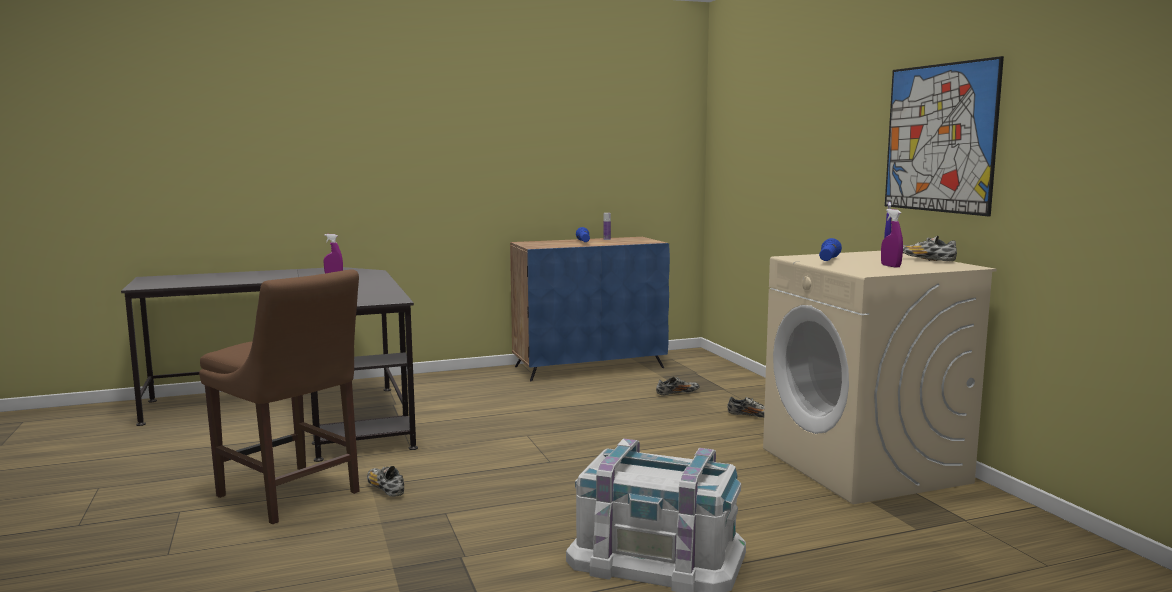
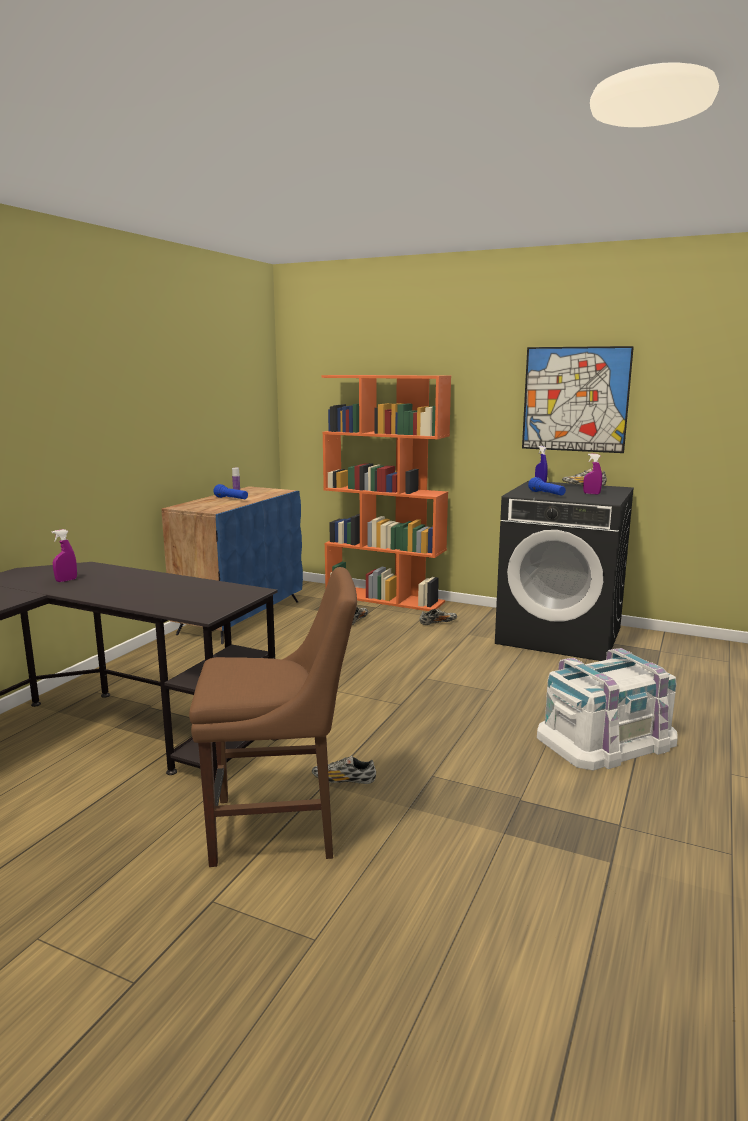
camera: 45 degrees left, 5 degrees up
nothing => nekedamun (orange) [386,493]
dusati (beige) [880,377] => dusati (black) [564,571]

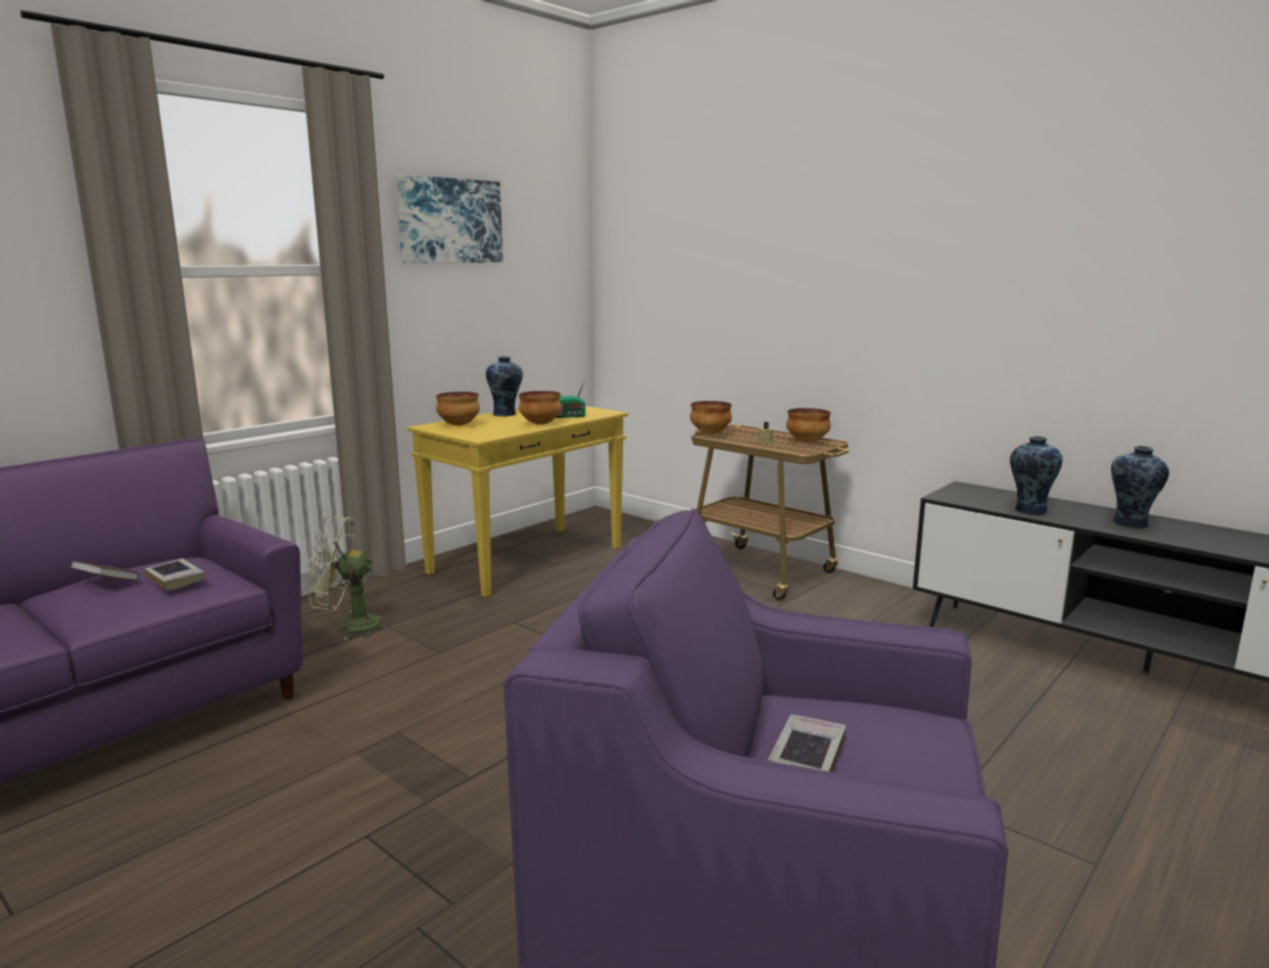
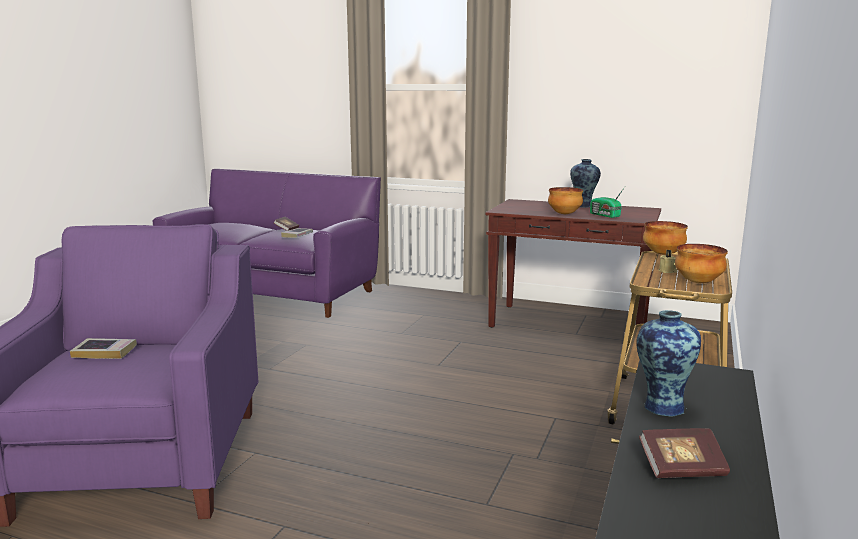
camera: 70 degrees right, 0 degrees up
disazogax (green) [349,578] => nothing
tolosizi [449,218] => nothing
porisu [458,409] => nothing
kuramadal [1140,487] => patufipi [684,453]
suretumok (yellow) [517,502] => suretumok (brown) [573,263]

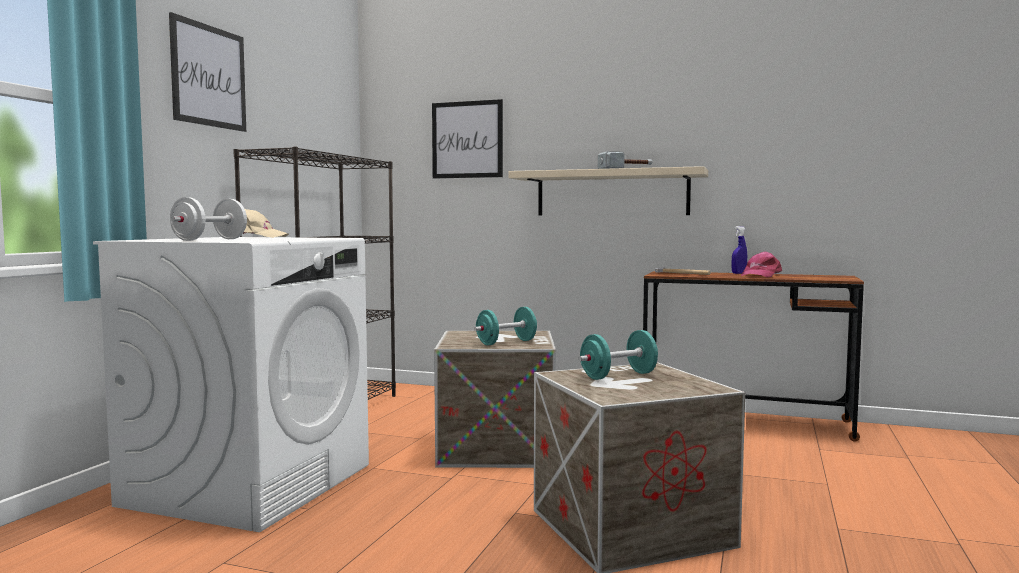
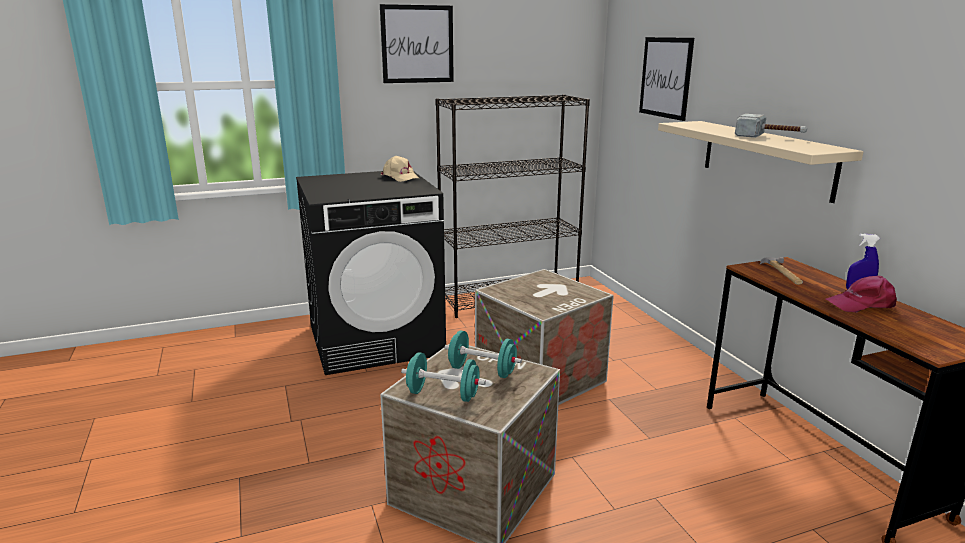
camera: 50 degrees right, 15 degrees up
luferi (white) [208,219] => nothing
luferi (turquoise) [505,326] => luferi (turquoise) [443,377], relocated
dusati (white) [231,384] => dusati (black) [371,273]

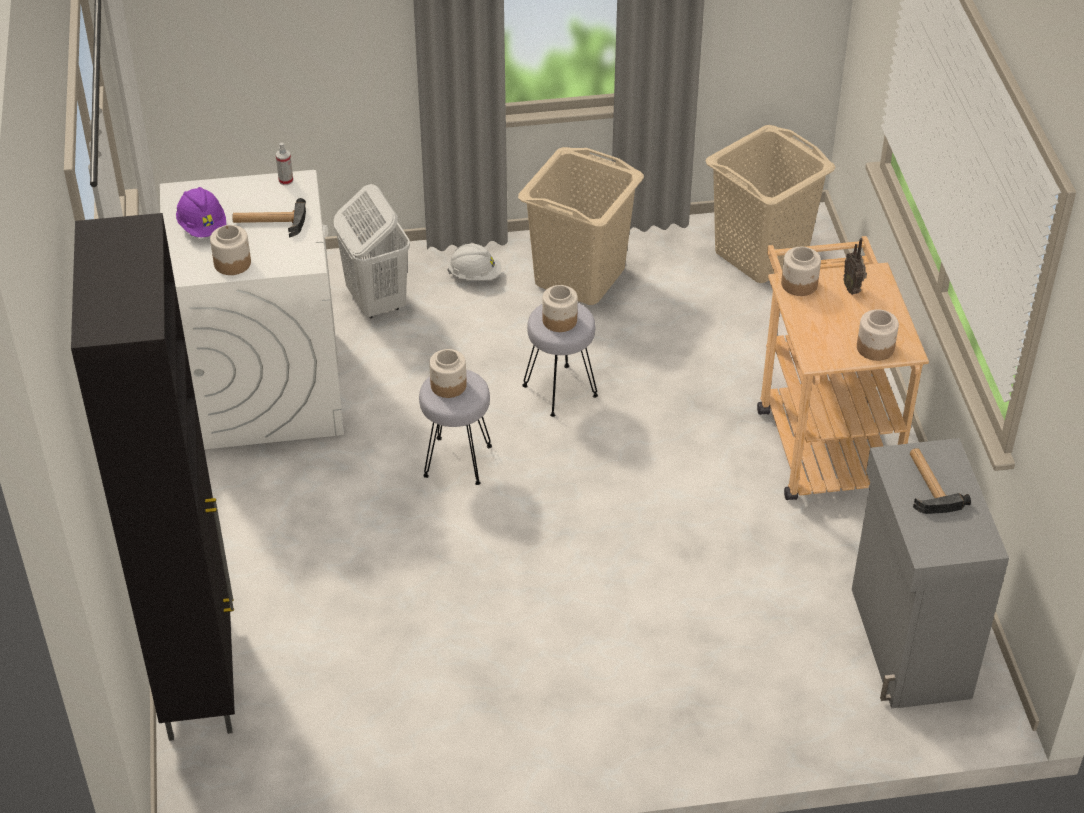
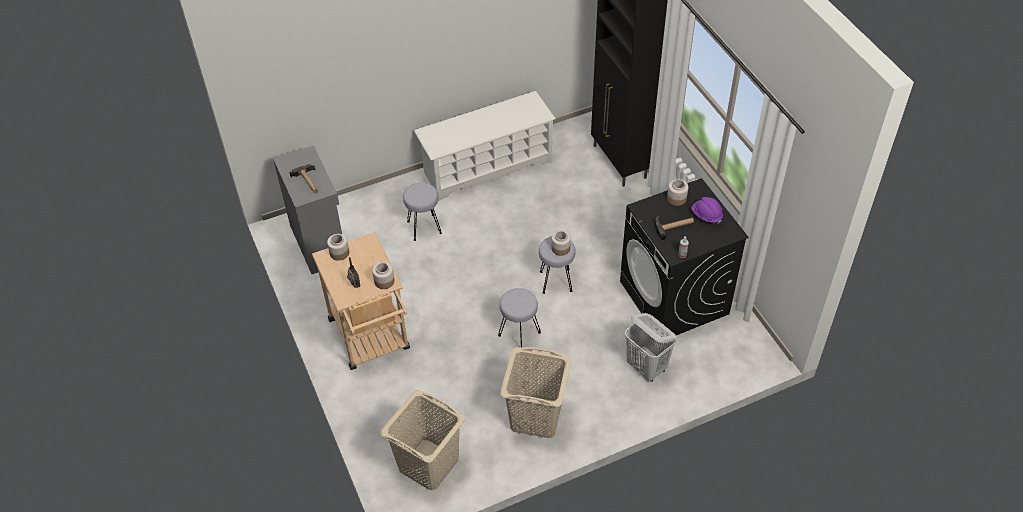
camera: 165 degrees right, 5 degrees up
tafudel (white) [474,262] => nothing
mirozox [560,308] => nothing
nothing => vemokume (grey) [422,212]
nothing => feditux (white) [485,146]
dusati (white) [252,310] => dusati (black) [684,257]

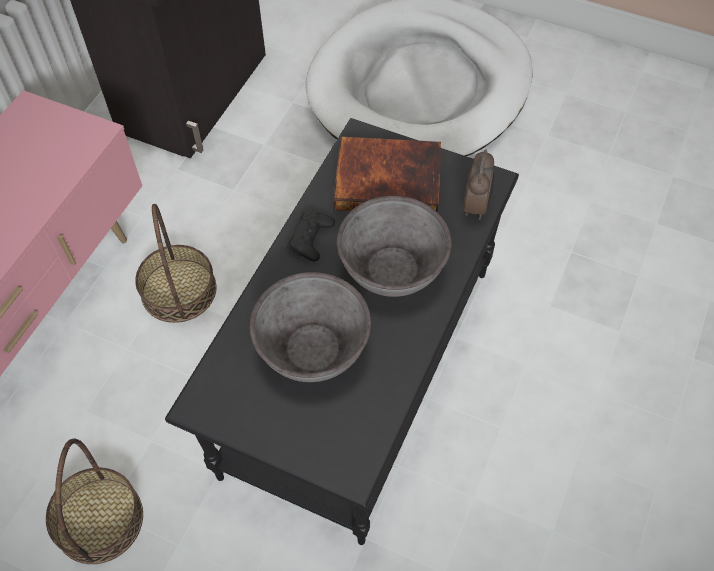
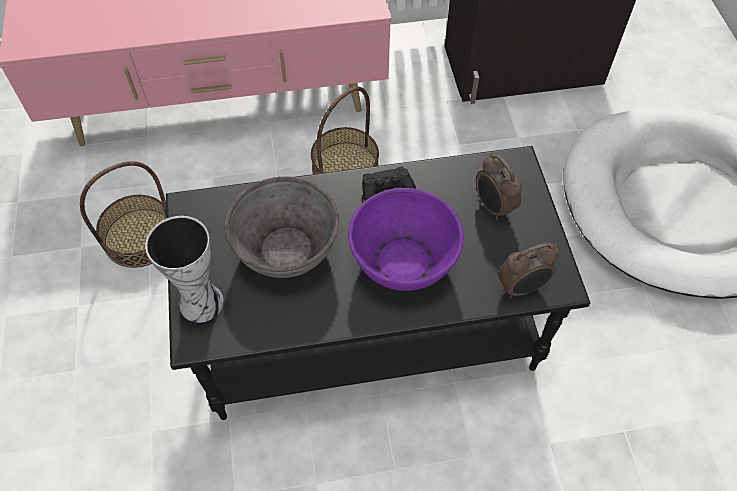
camera: 55 degrees right, 0 degrees up
nothing => kuramadal [184,269]
patufipi [387,174] => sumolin [499,186]
porisu (grey) [394,246] => porisu (purple) [406,239]

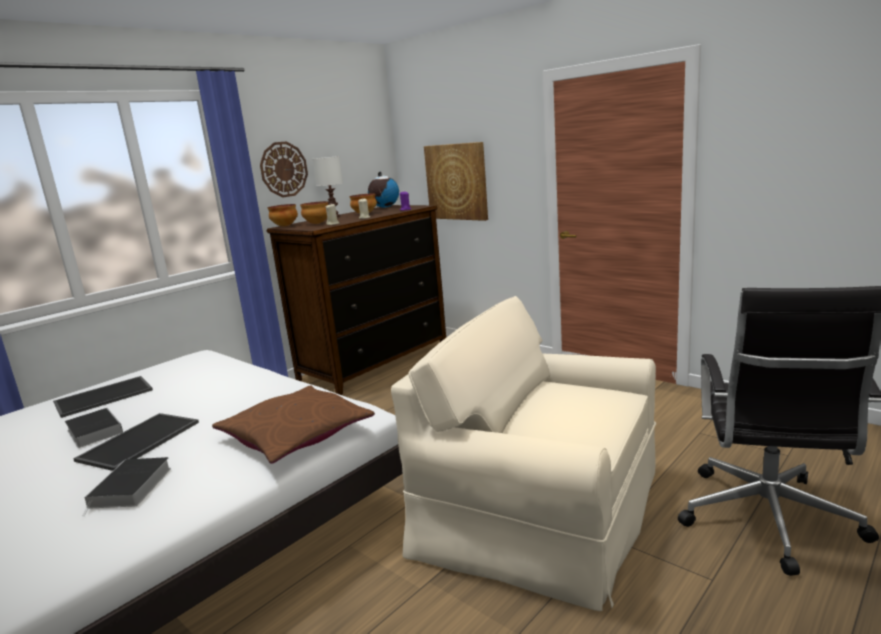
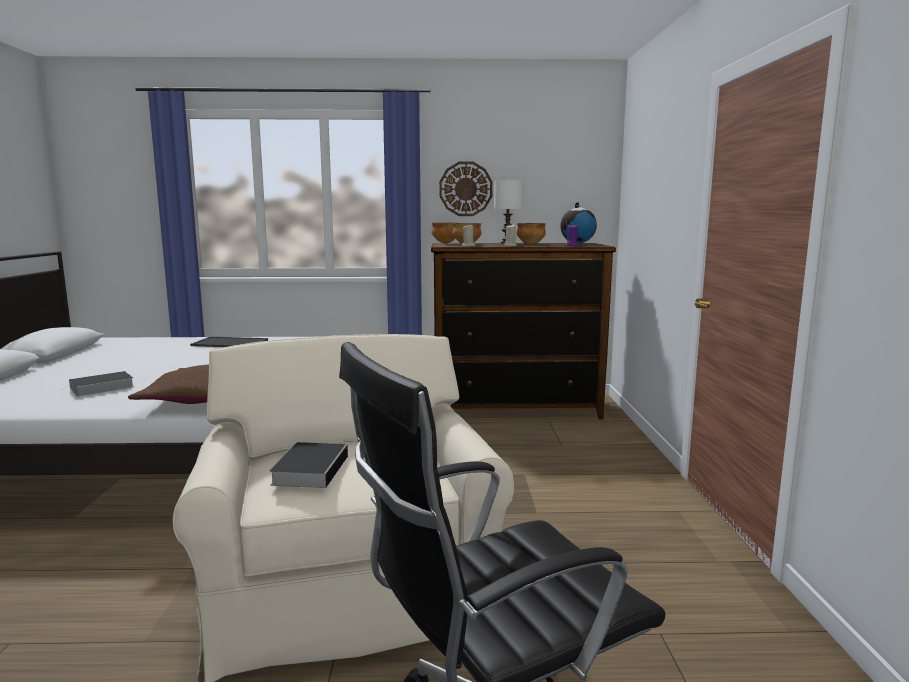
camera: 45 degrees right, 5 degrees down
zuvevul [136,442] => nothing
tolosizi [456,181] => nothing
patufipi [94,428] => patufipi [308,465], relocated

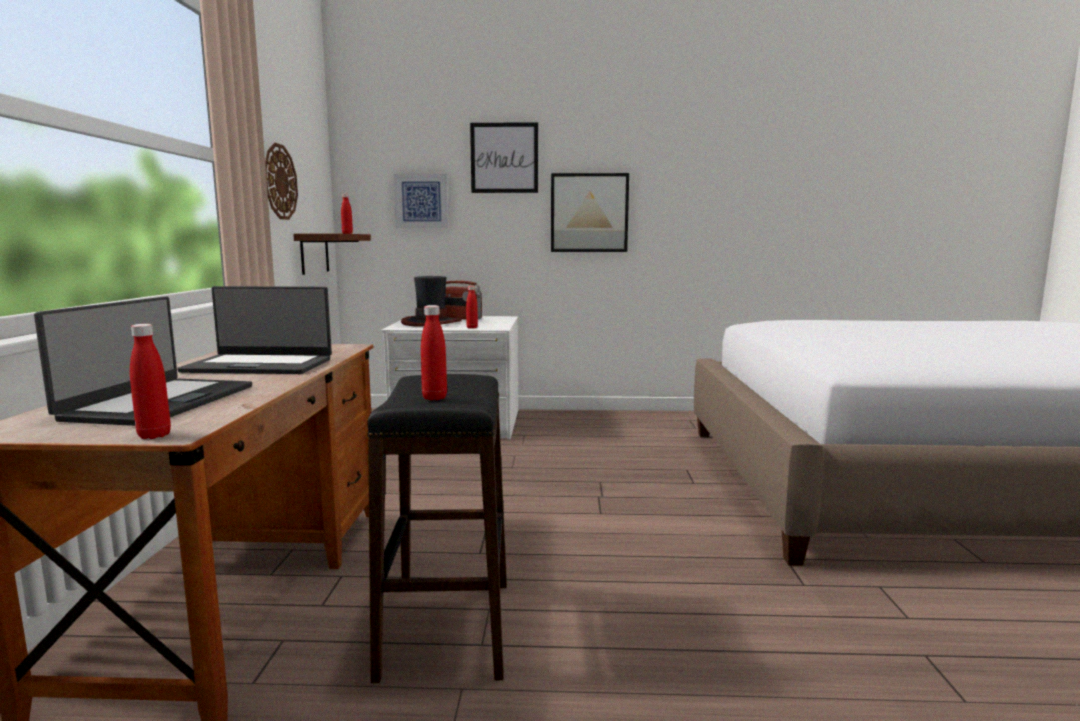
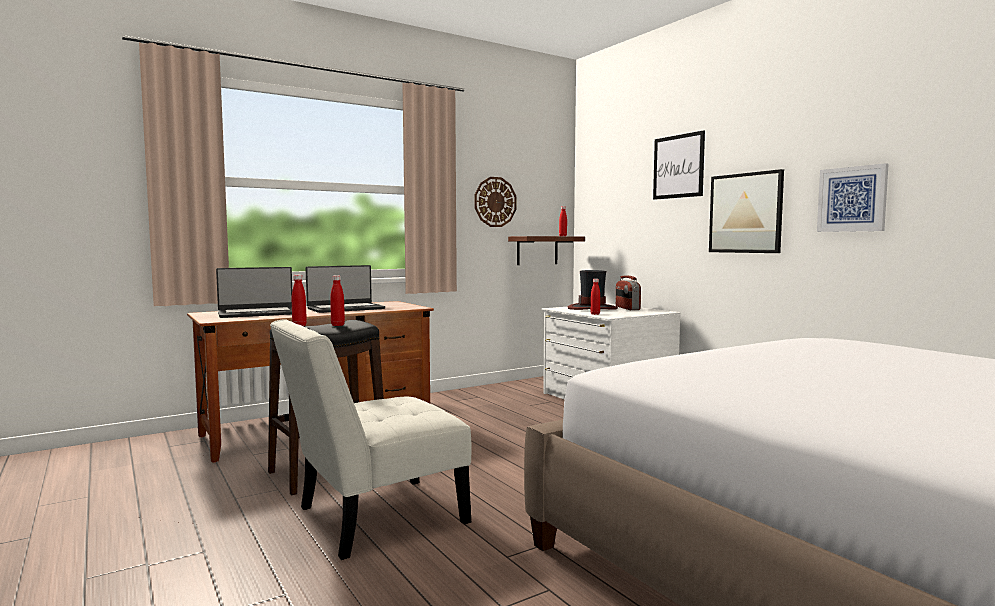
camera: 55 degrees right, 5 degrees down
nothing => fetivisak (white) [371,439]
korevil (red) [150,381] => korevil (red) [337,300], relocated
tolosizi [421,201] => tolosizi [853,197], relocated
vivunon [254,330] => vivunon [345,289], 90 degrees counterclockwise

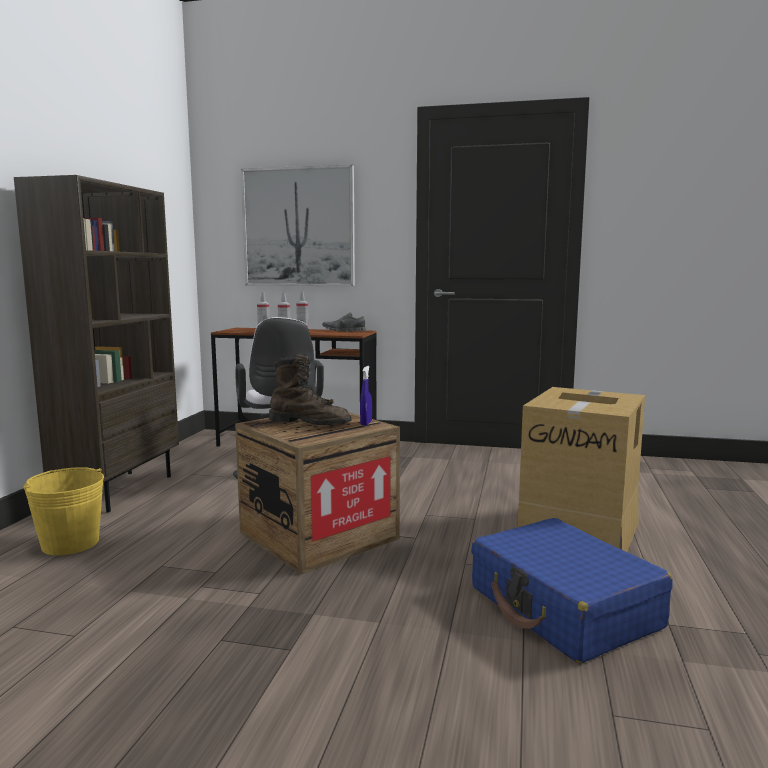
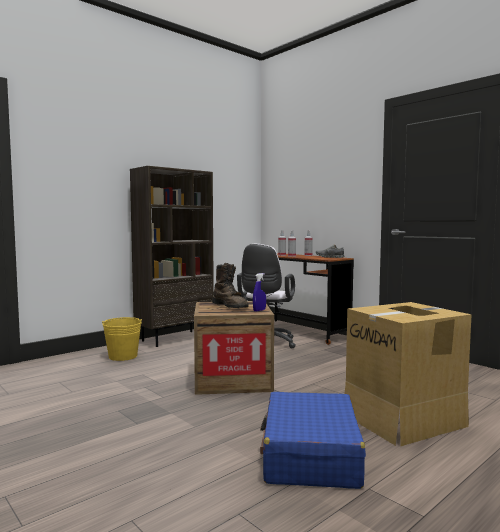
camera: 35 degrees right, 5 degrees down
tolosizi [298,225] => nothing

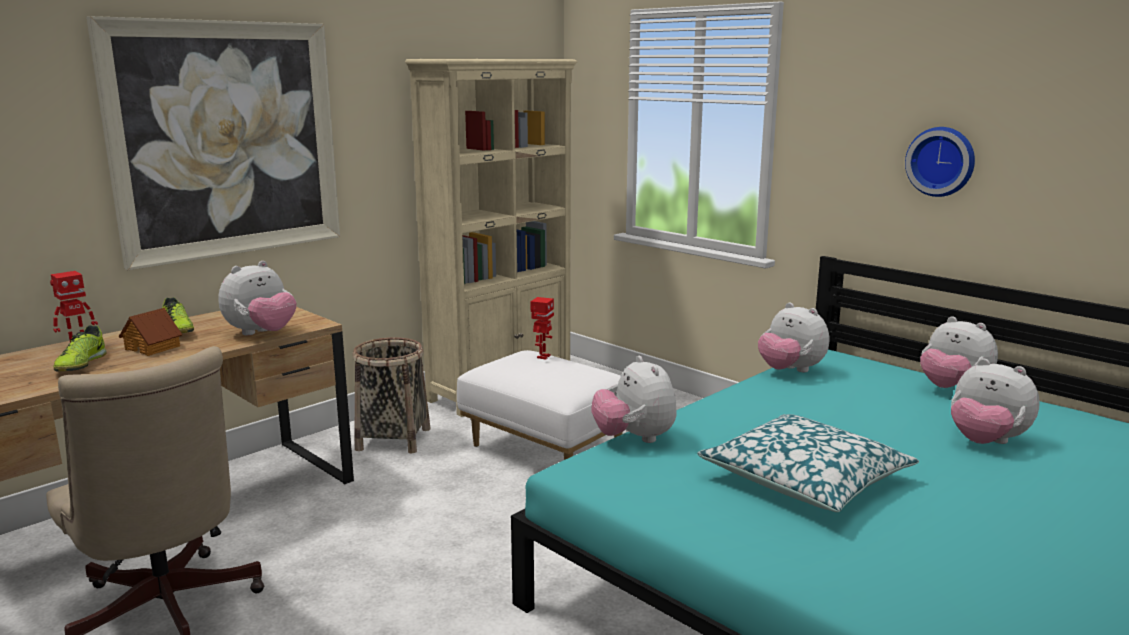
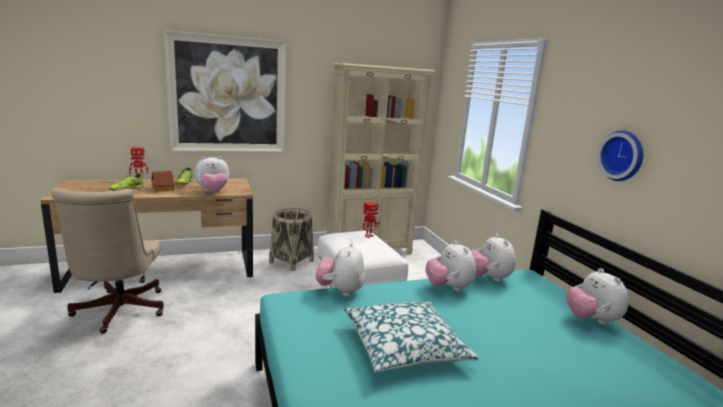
camera: 25 degrees right, 0 degrees up
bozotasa [995,401] => bozotasa [451,266], relocated

